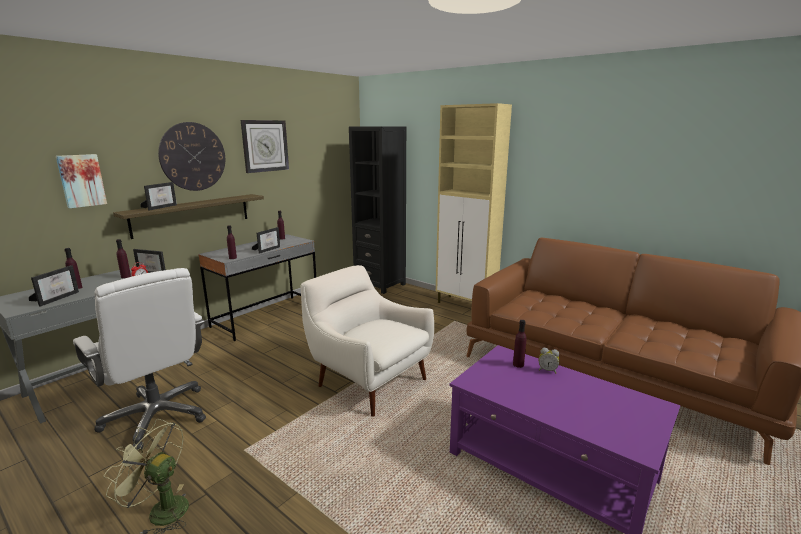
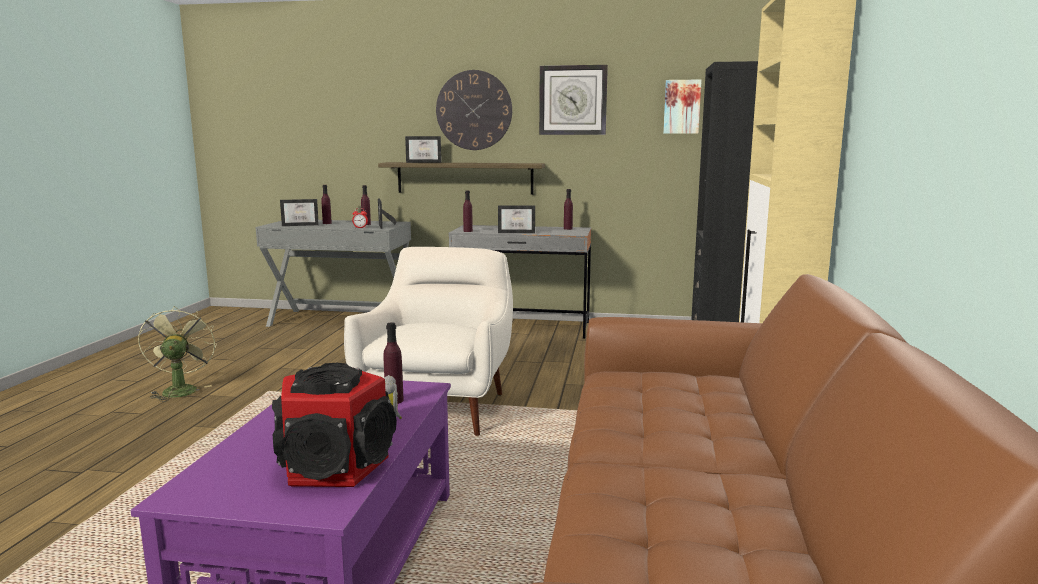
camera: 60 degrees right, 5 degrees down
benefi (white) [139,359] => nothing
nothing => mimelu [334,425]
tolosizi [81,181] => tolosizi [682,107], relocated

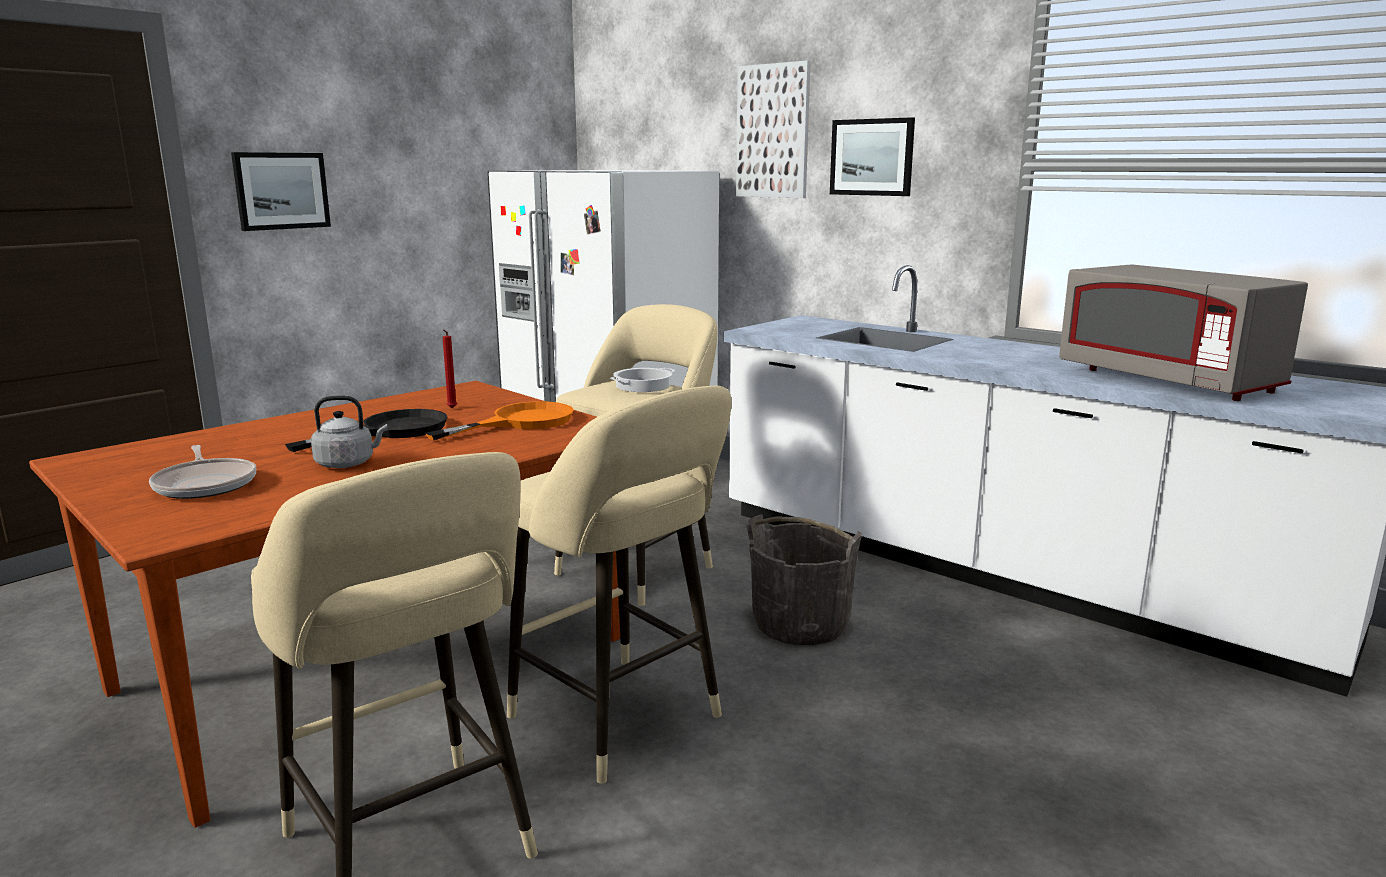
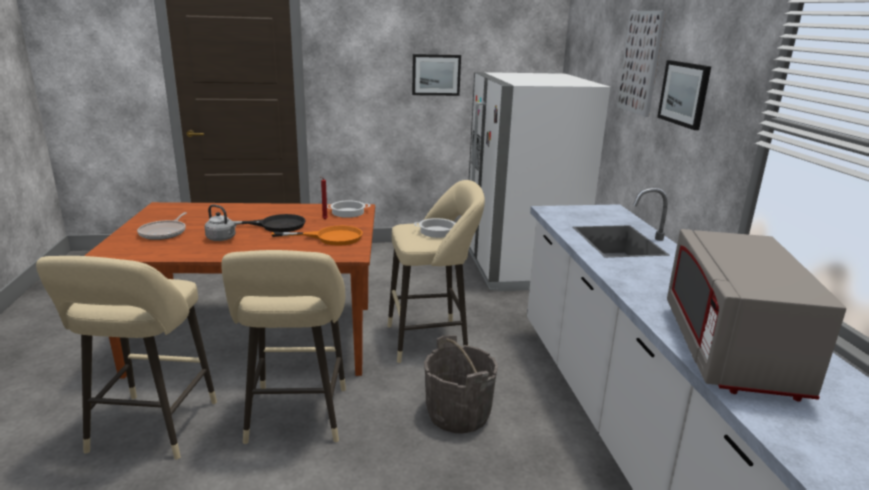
camera: 40 degrees right, 5 degrees up
nothing => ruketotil [349,209]
tolosizi [281,191] => tolosizi [436,75], relocated

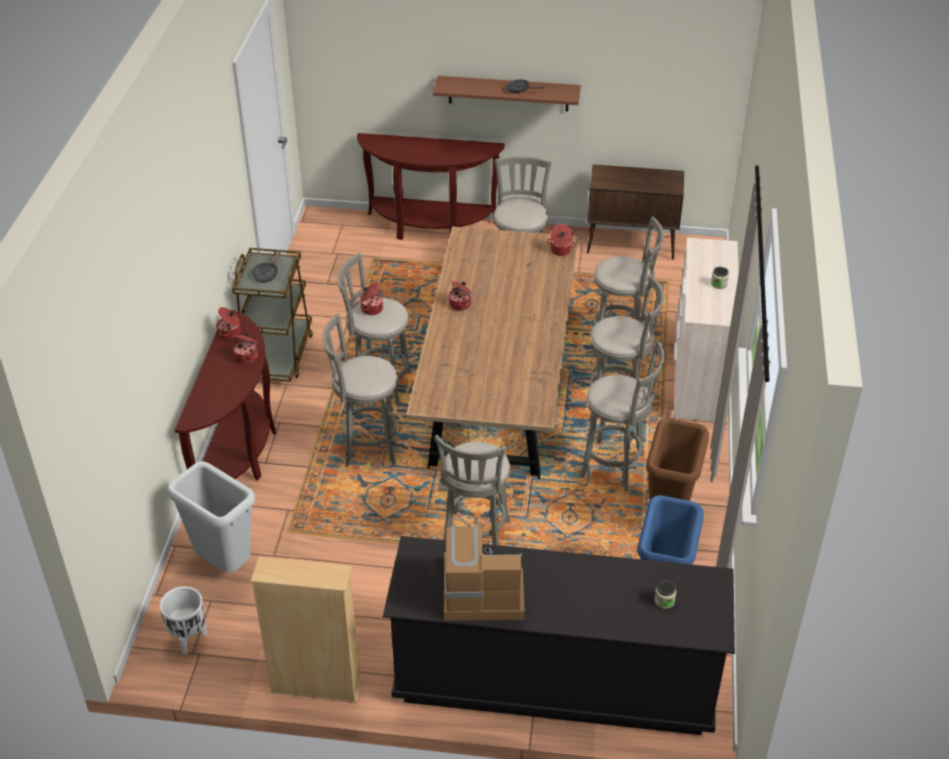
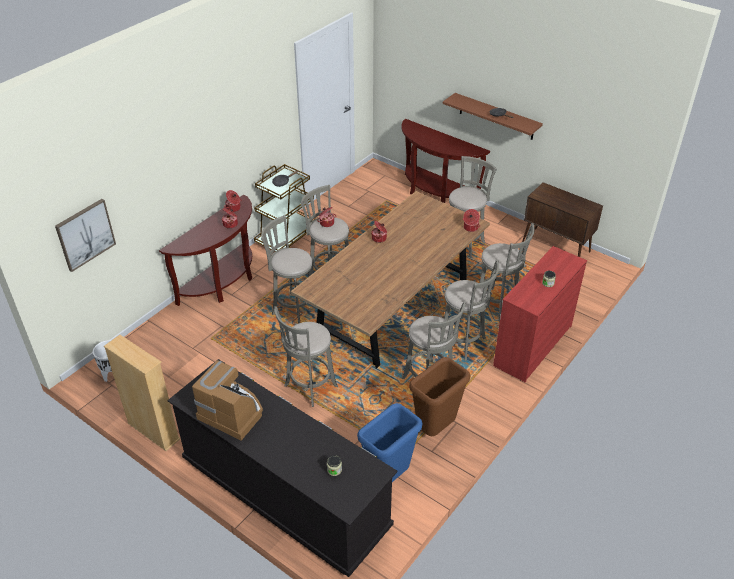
camera: 30 degrees right, 0 degrees up
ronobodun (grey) [211,517] => nothing
nothing => tolosizi [85,235]
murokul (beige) [706,329] => murokul (red) [540,314]

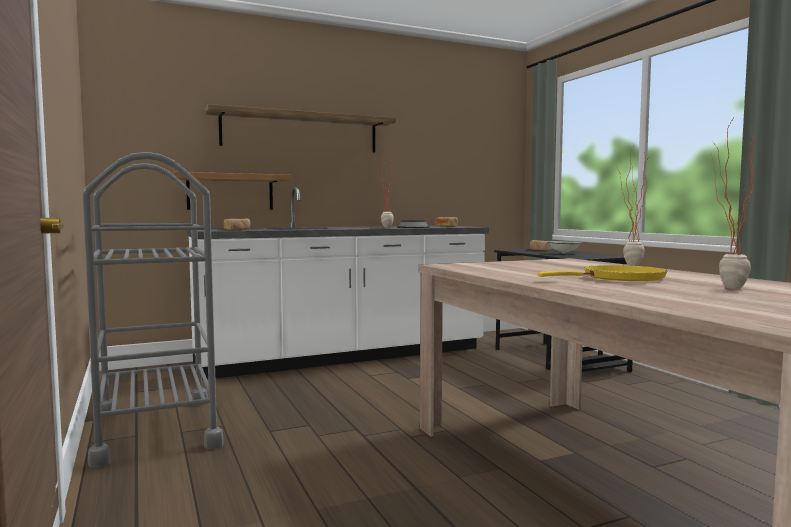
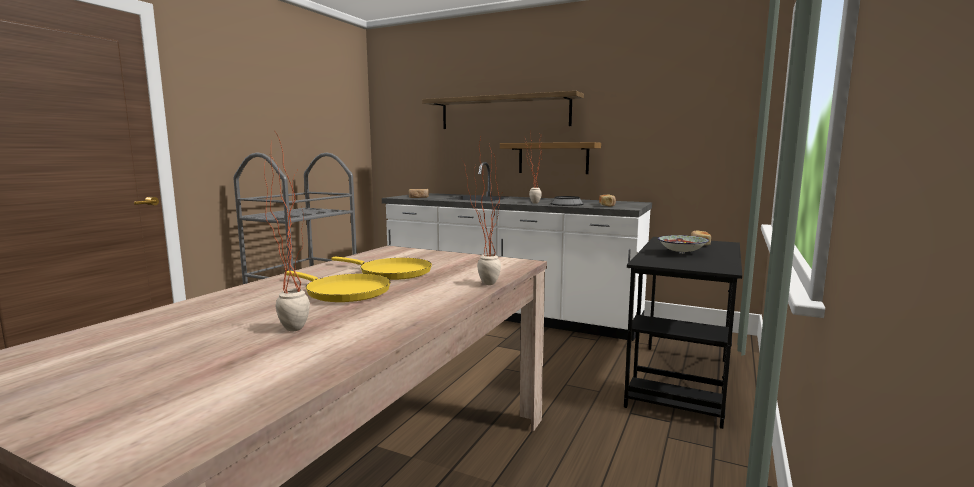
camera: 50 degrees right, 5 degrees up
nothing => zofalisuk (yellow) [381,268]
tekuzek [231,191] => tekuzek [550,158], relocated

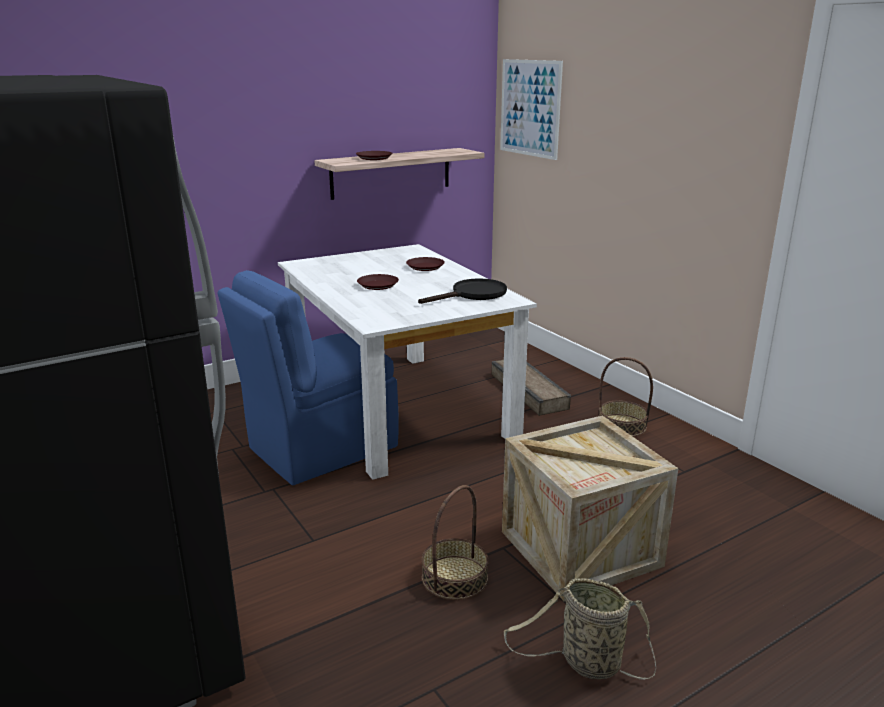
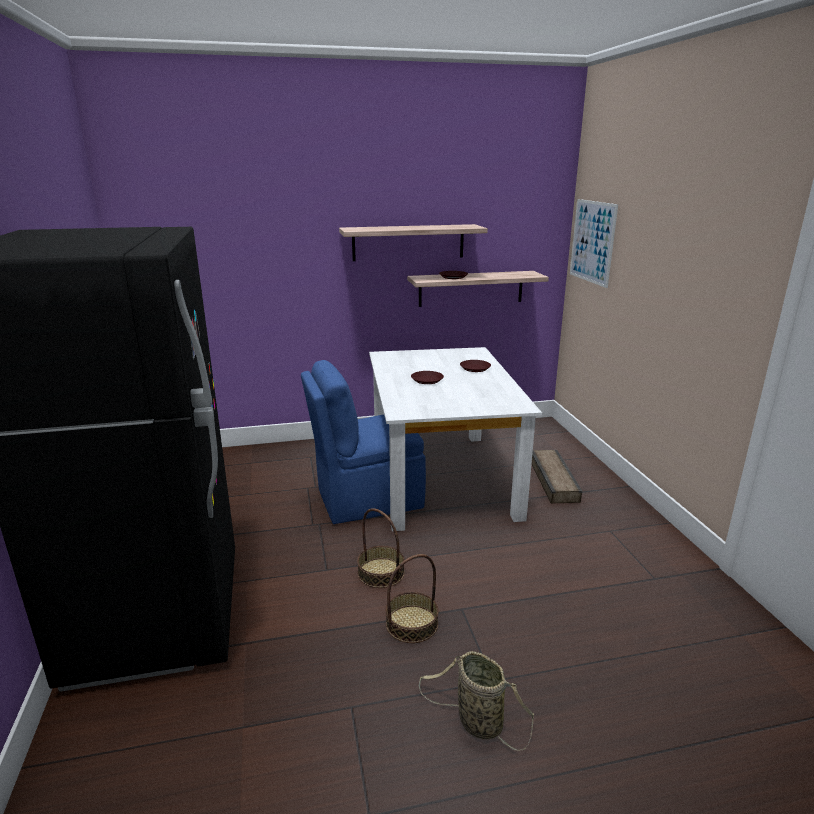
camera: 20 degrees right, 0 degrees up
zofalisuk (black) [462,291] => nothing
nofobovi [590,509] => nothing
nothing => tekuzek [413,242]
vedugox [626,397] => vedugox [381,548], relocated

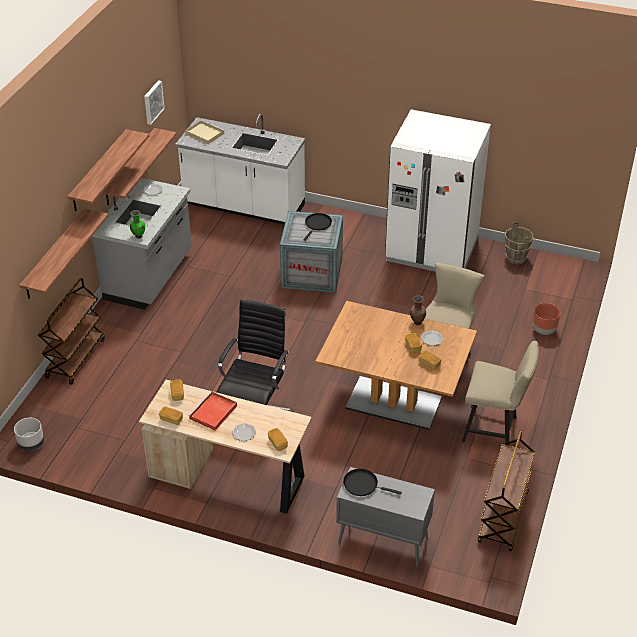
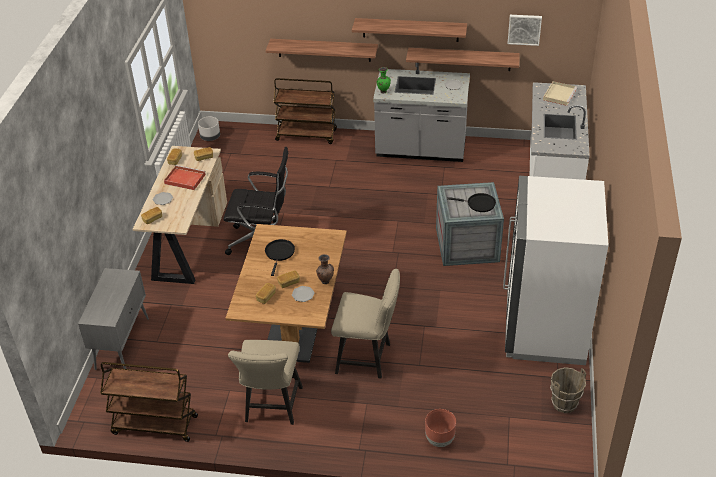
camera: 80 degrees right, 0 degrees up
zofalisuk (black) [372,482] => zofalisuk (black) [280,257], relocated

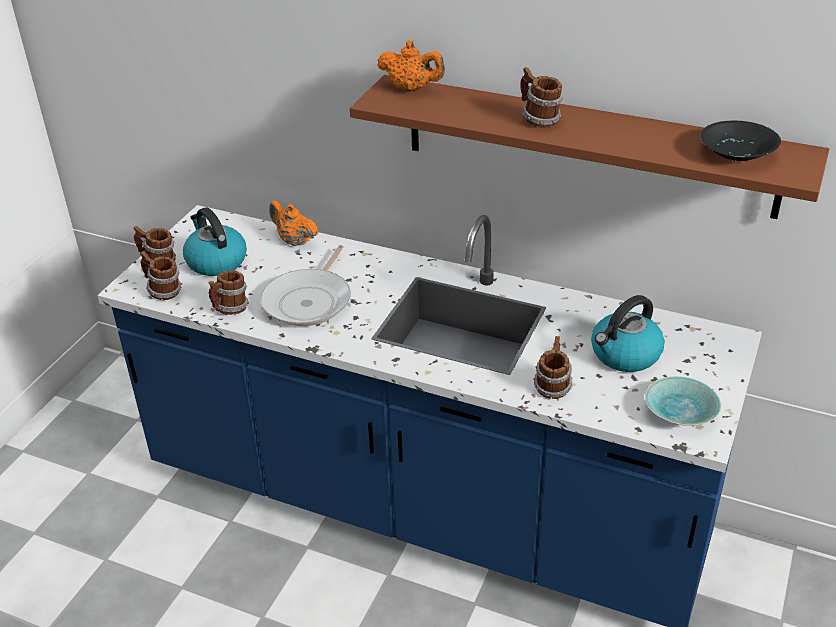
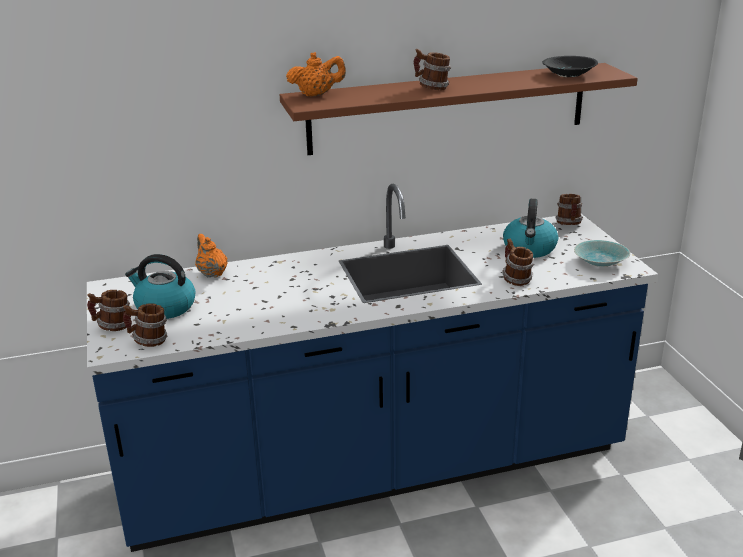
camera: 40 degrees left, 10 degrees down
zofalisuk [305,285] => nothing
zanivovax [229,292] => zanivovax [569,209], relocated
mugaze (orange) [293,223] => mugaze (orange) [211,256], 60 degrees clockwise

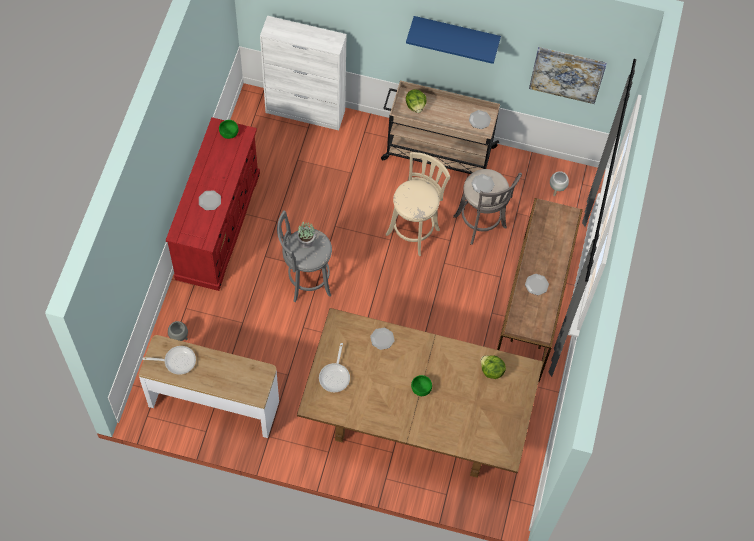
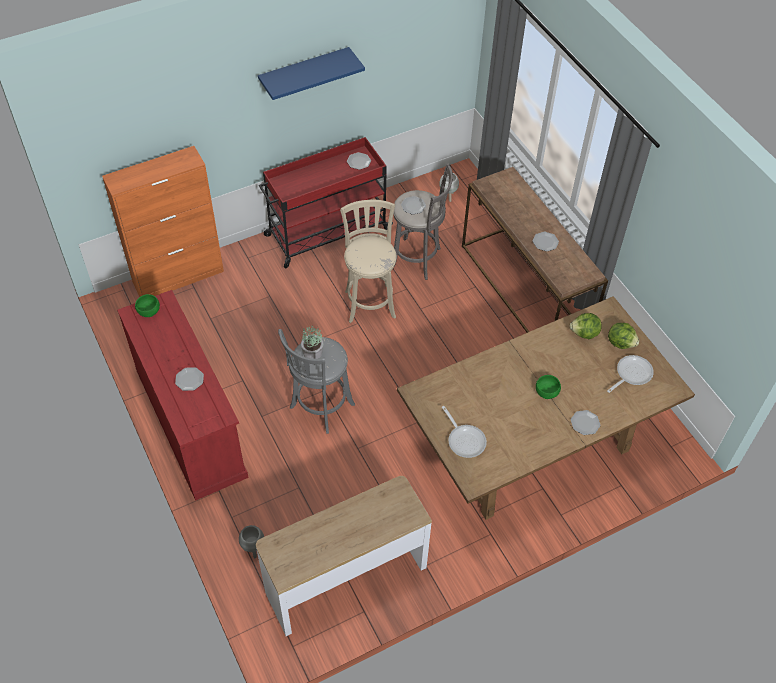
camera: 40 degrees left, 10 degrees down
tolosizi [568,75] => nothing
zofalisuk [169,360] => zofalisuk [630,374], relocated
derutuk [382,339] => derutuk [586,422], relocated
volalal [416,101] => volalal [623,336], relocated
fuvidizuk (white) [303,73] => fuvidizuk (orange) [163,221]
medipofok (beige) [440,127] => medipofok (red) [326,202]

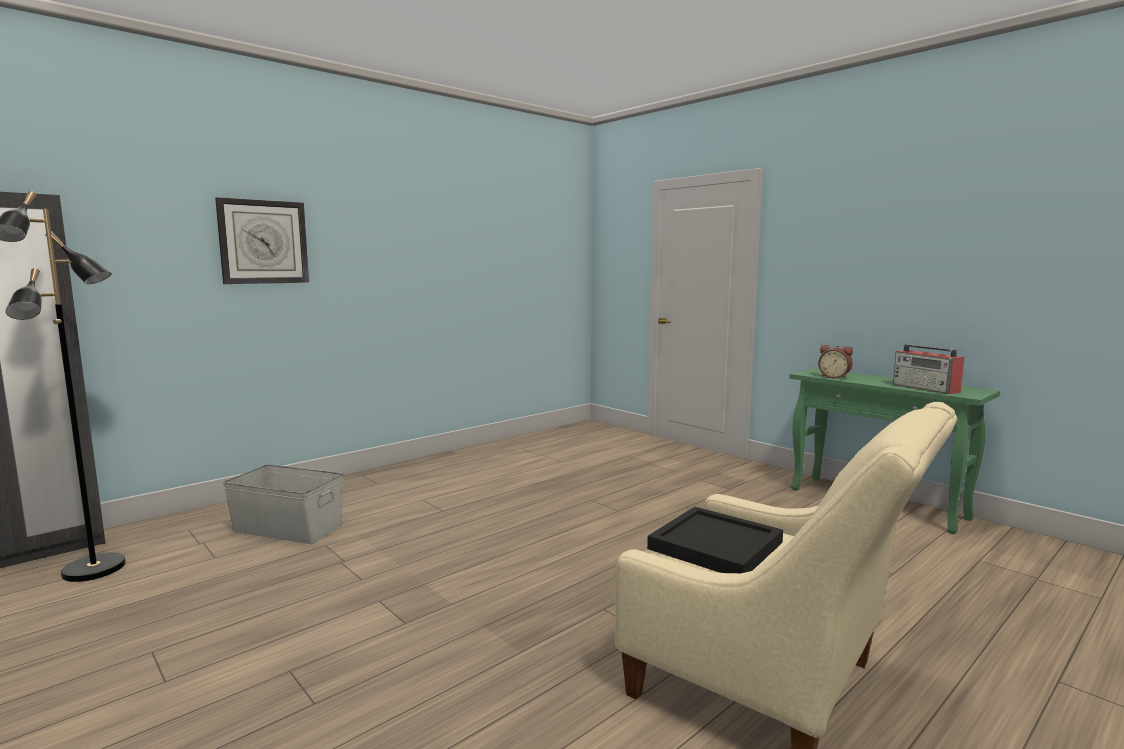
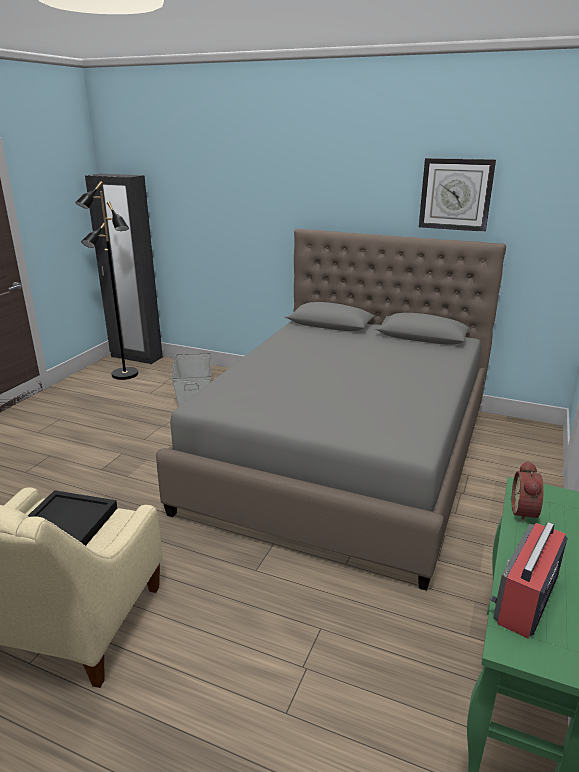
camera: 65 degrees right, 15 degrees up
nothing => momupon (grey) [331,410]
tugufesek [262,240] => tugufesek [457,195], relocated

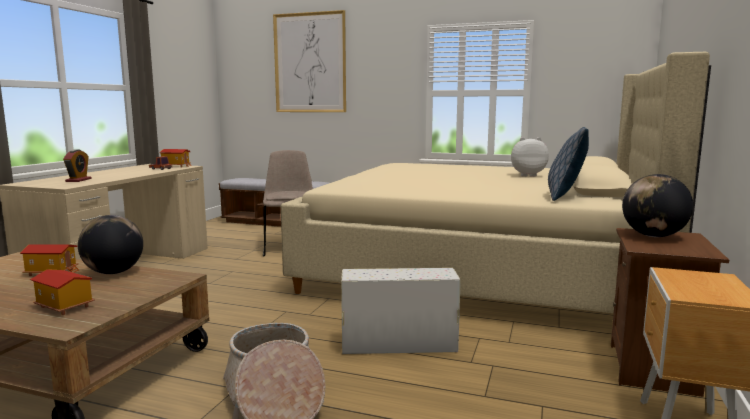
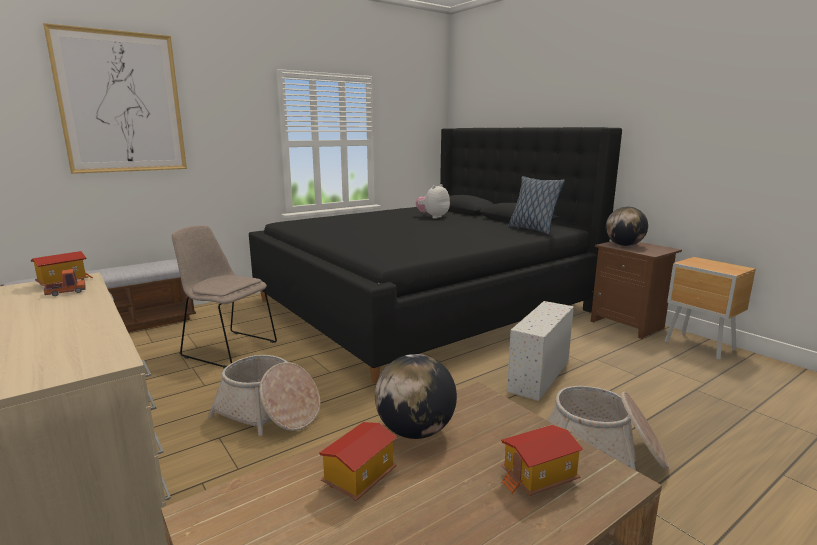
camera: 55 degrees left, 5 degrees up
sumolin [77,165] => nothing
nothing => vedugox [264,395]
momupon (beige) [496,182] => momupon (black) [435,255]

